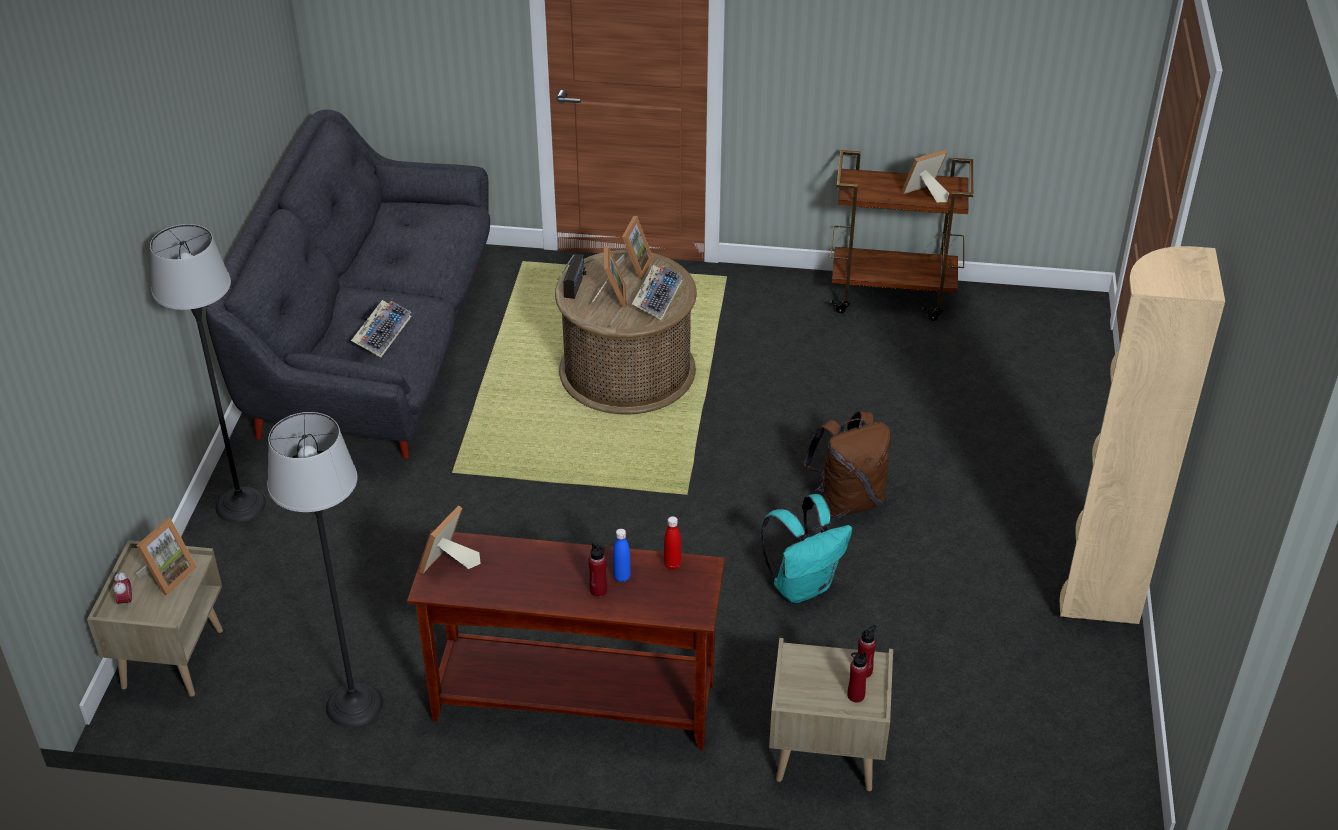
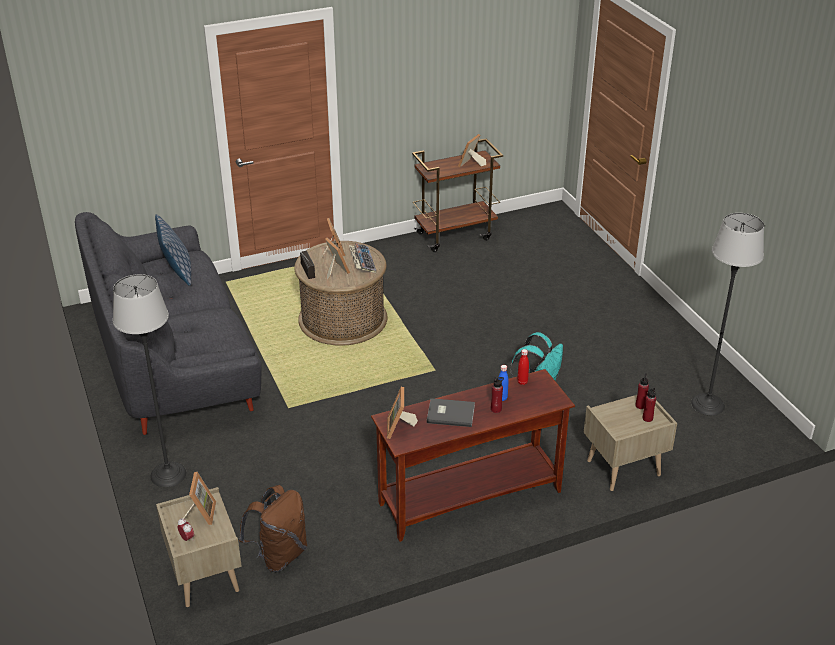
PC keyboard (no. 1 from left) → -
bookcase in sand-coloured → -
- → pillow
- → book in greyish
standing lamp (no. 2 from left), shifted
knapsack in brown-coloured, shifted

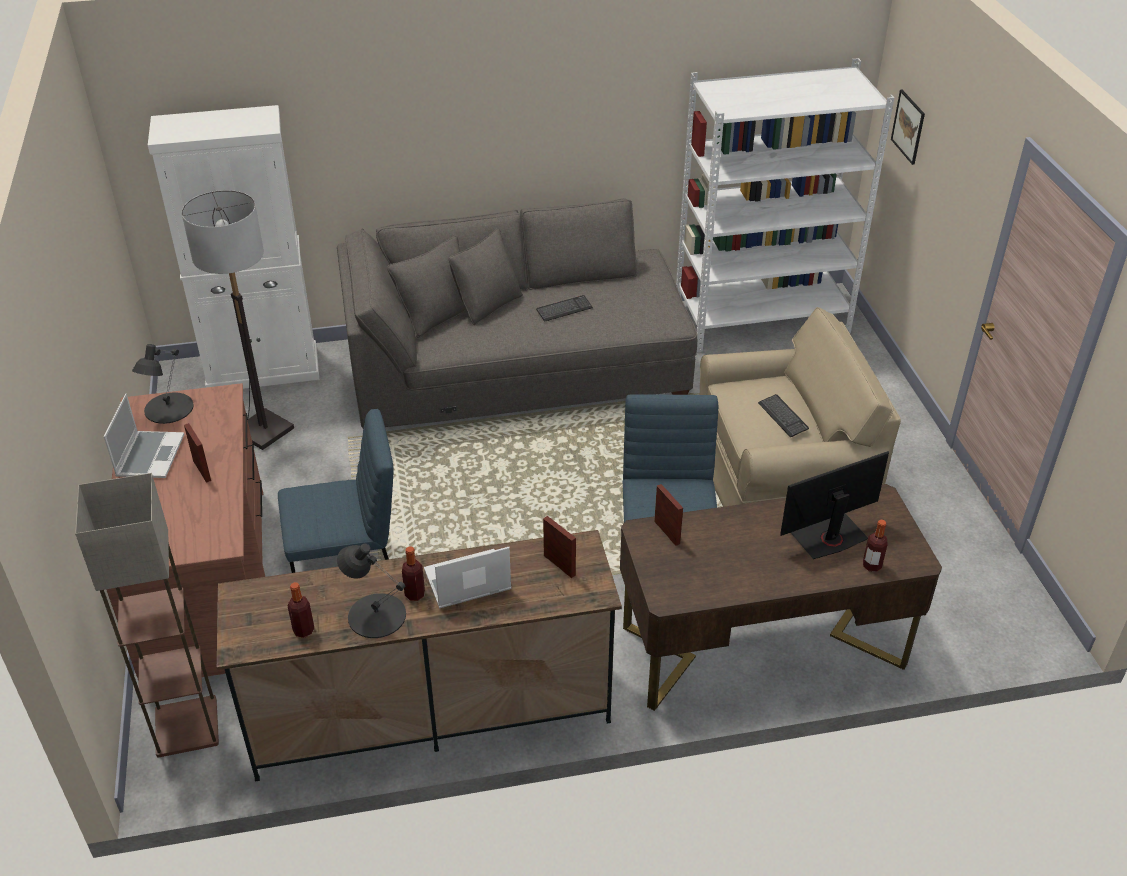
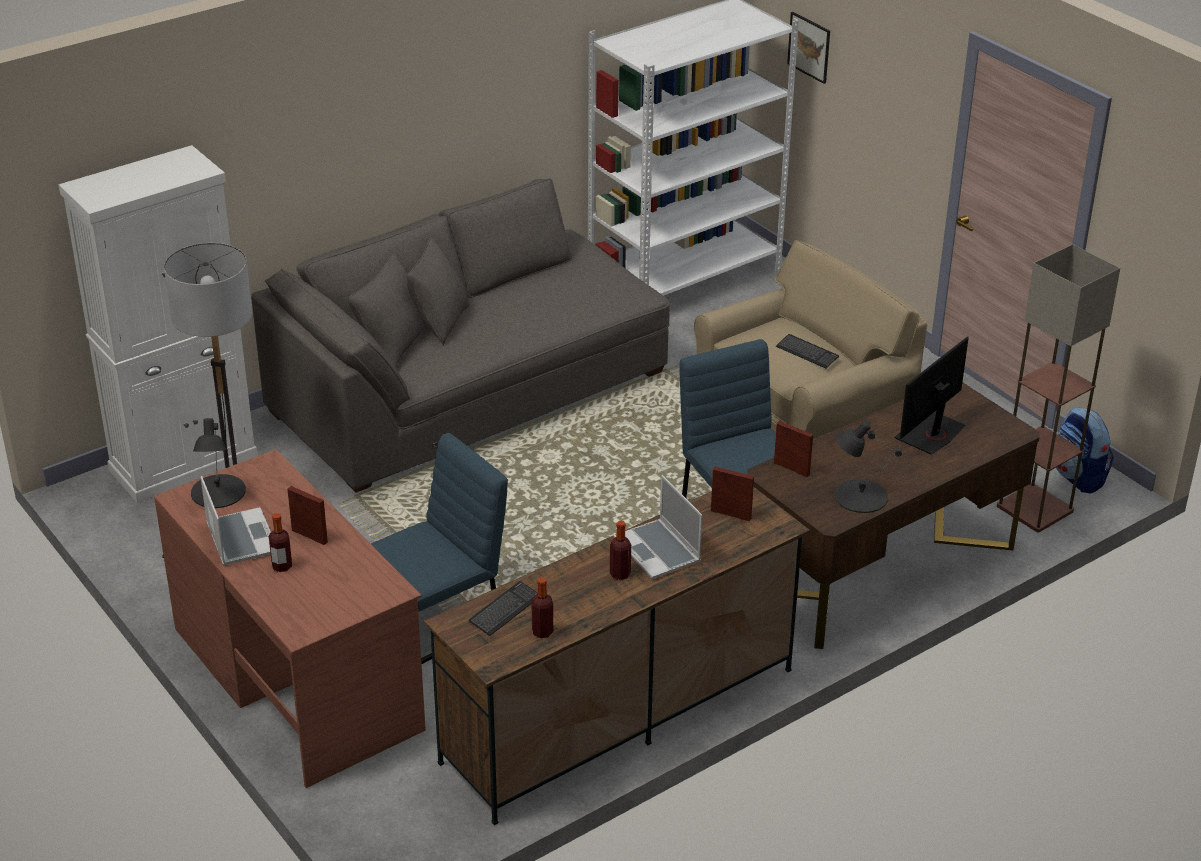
- → knapsack
standing lamp (no. 1 from left in the first image) → standing lamp (no. 2 from left), shifted
table lamp in black (no. 2 from left), shifted
PC keyboard (no. 1 from left), shifted
bottle (no. 3 from left in the first image) → bottle (no. 1 from left), shifted
notebook computer (no. 2 from left), 75 degrees counterclockwise

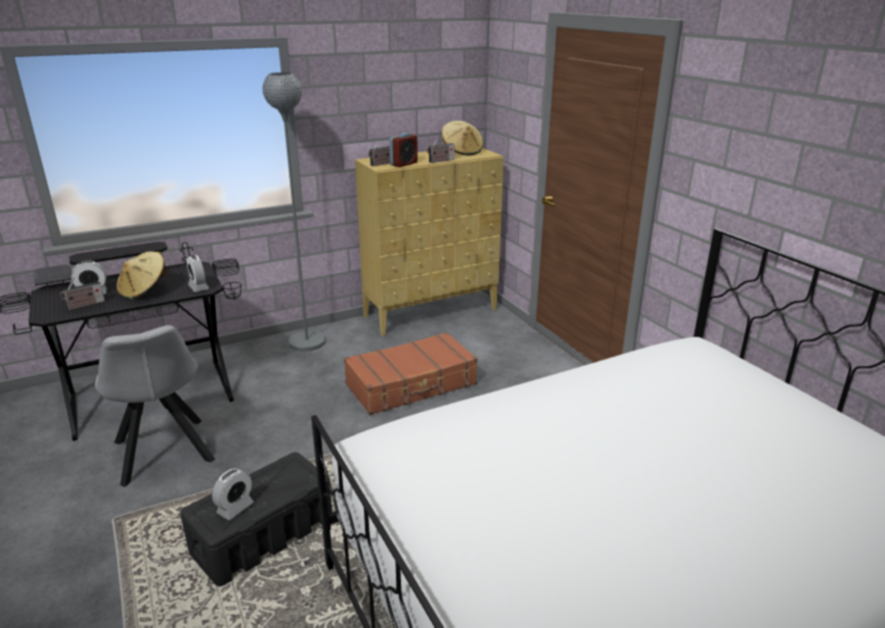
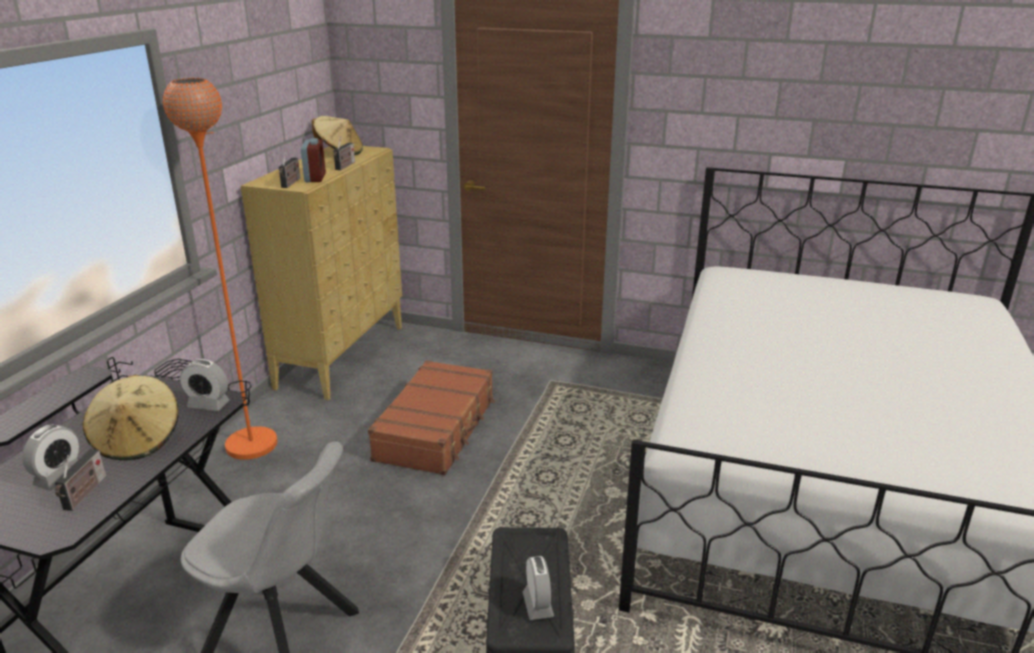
standing lamp in greyish → standing lamp in orangey

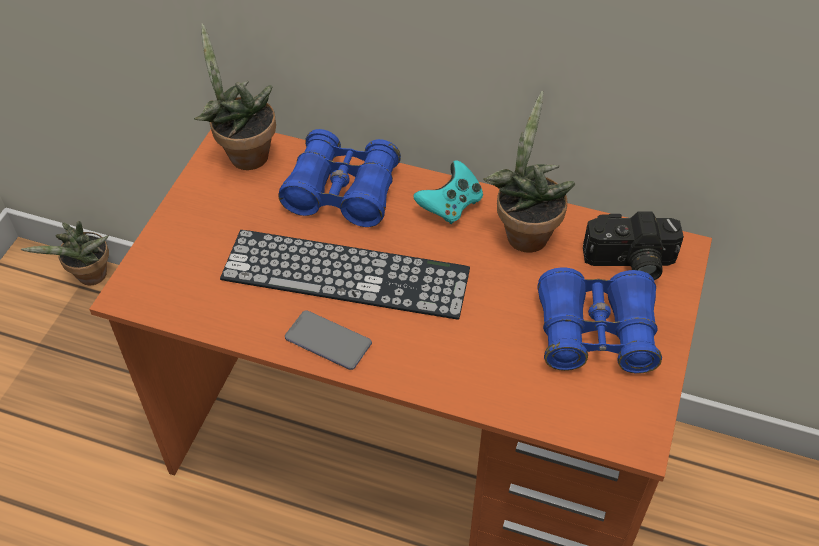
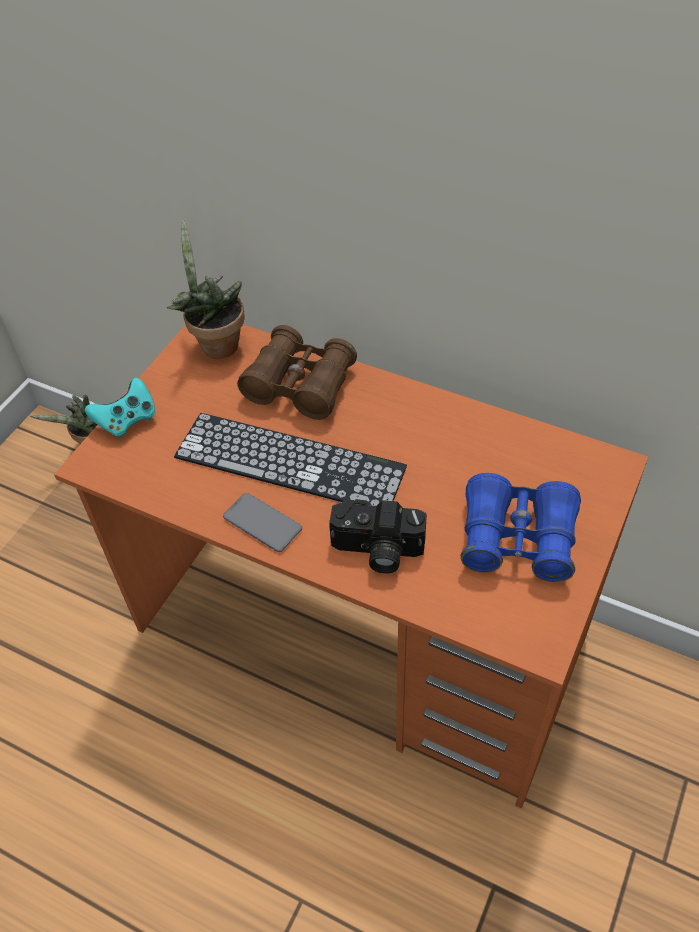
potted plant (no. 3 from left) → -
game controller in turquoise, shifted
photo camera, shifted
binoculars in blue-coloured (no. 1 from left) → binoculars in brown-coloured

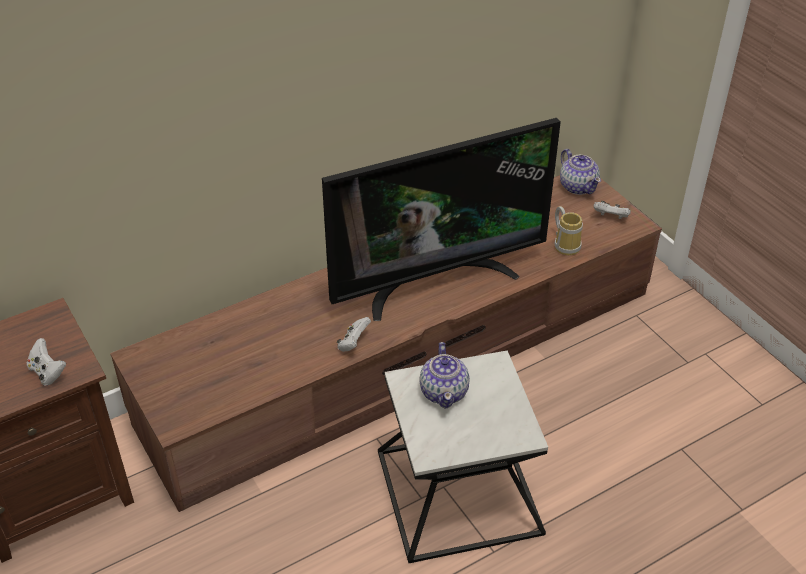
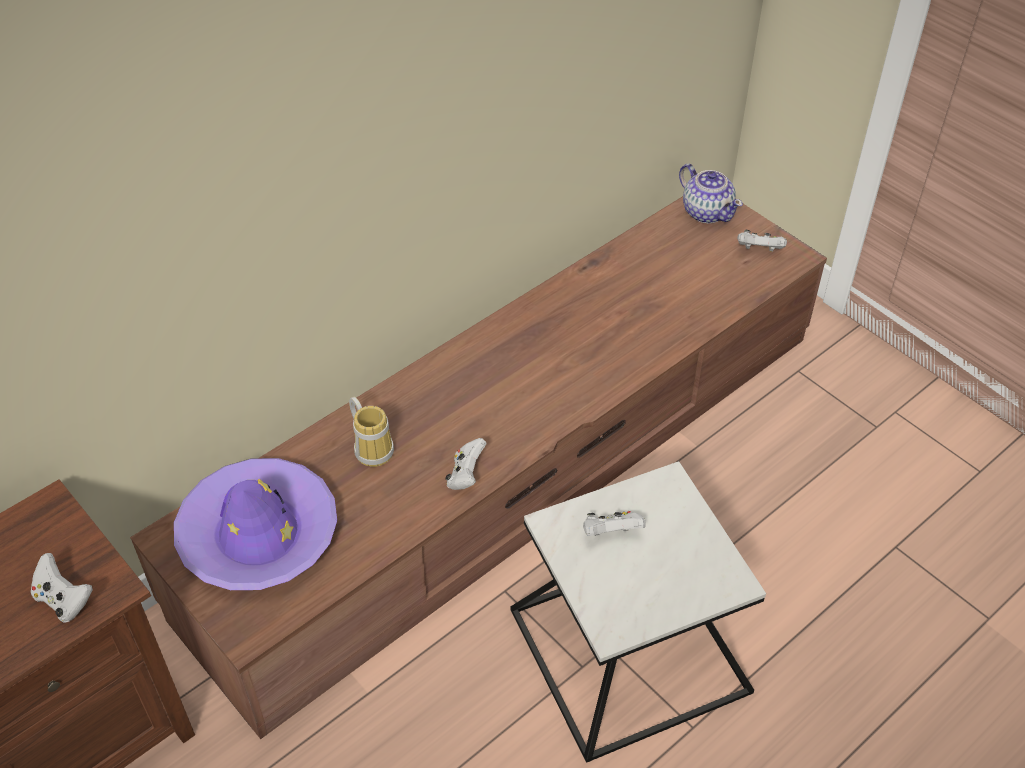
television → -
- → wearable hat in purplish
tea mug, shifted
teapot (no. 1 from left) → game controller in whitish (no. 3 from left)

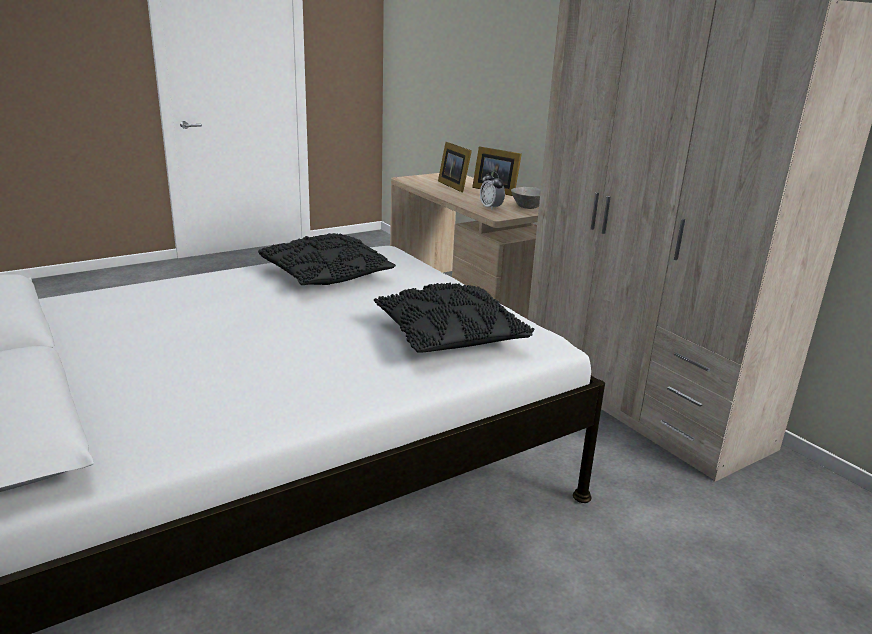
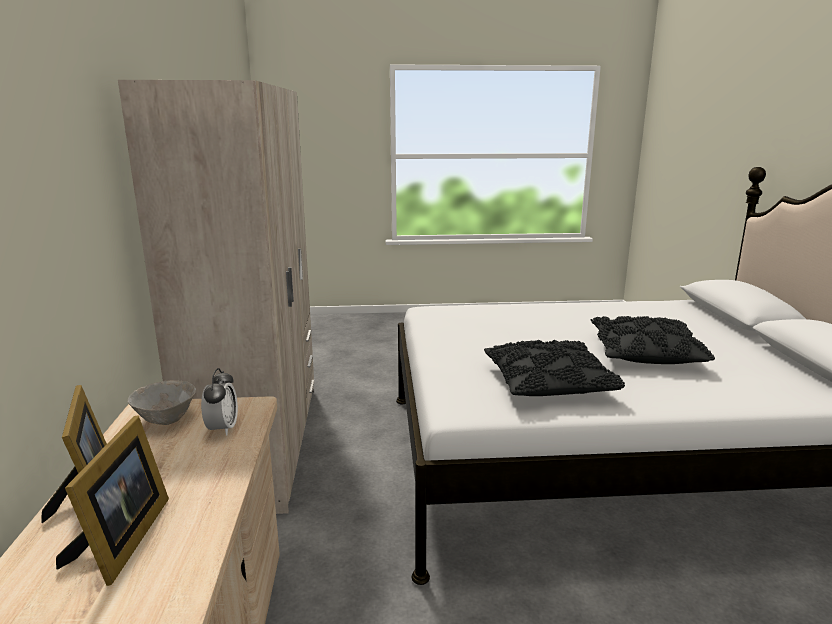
pillow in black (no. 2 from left), shifted

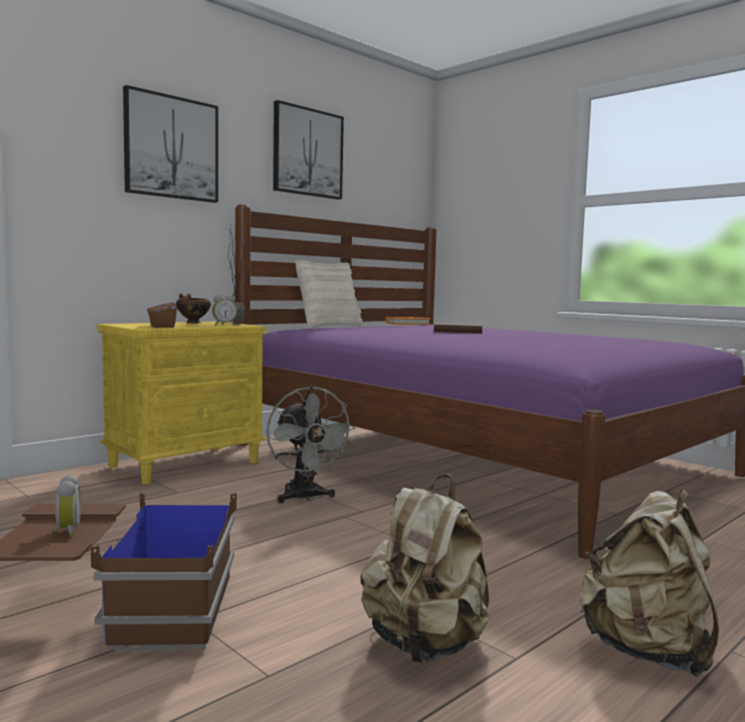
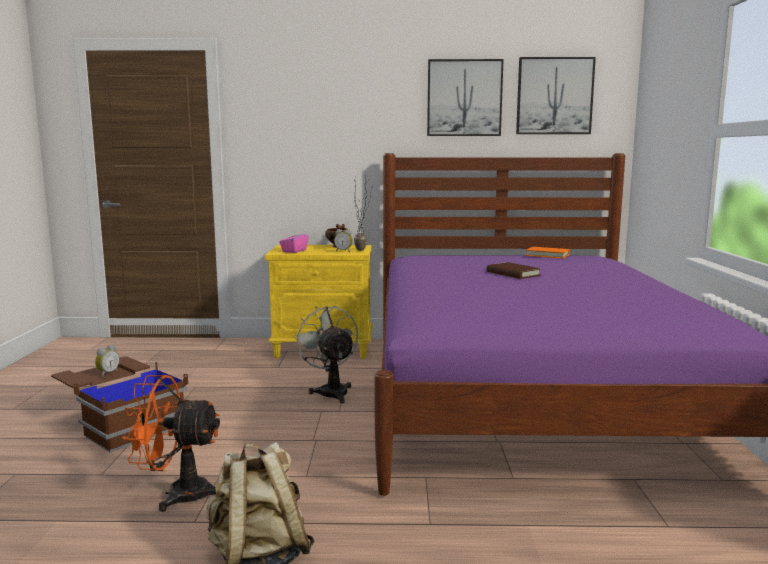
pillow in sand-coloured → -
wall picture (no. 1 from left in the first image) → wall picture (no. 2 from left), shifted
knapsack in sand-coloured (no. 1 from left) → fan in orangey
tissue box in brown-coloured → tissue box in pink
fan in greyish, 135 degrees clockwise

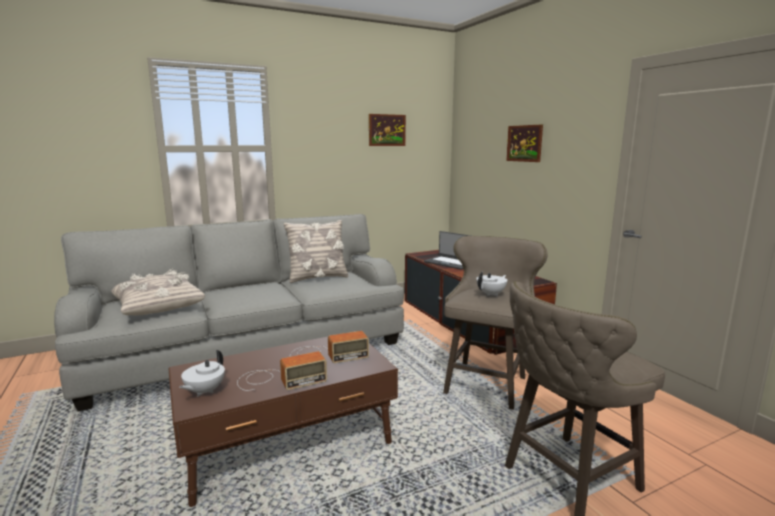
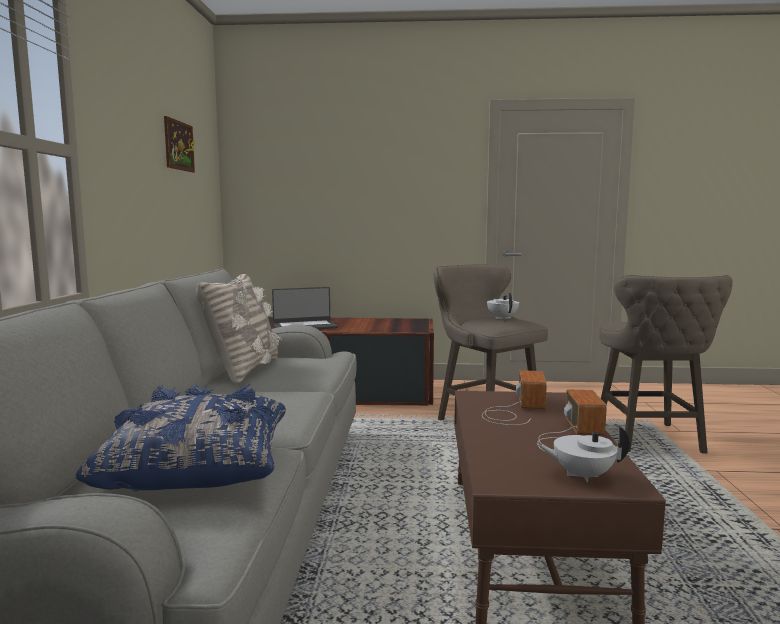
wall picture (no. 2 from left) → -
pillow in sand-coloured (no. 1 from left) → pillow in blue-coloured
teapot in whitish (no. 1 from left in the first image) → teapot in whitish (no. 2 from left), 135 degrees clockwise

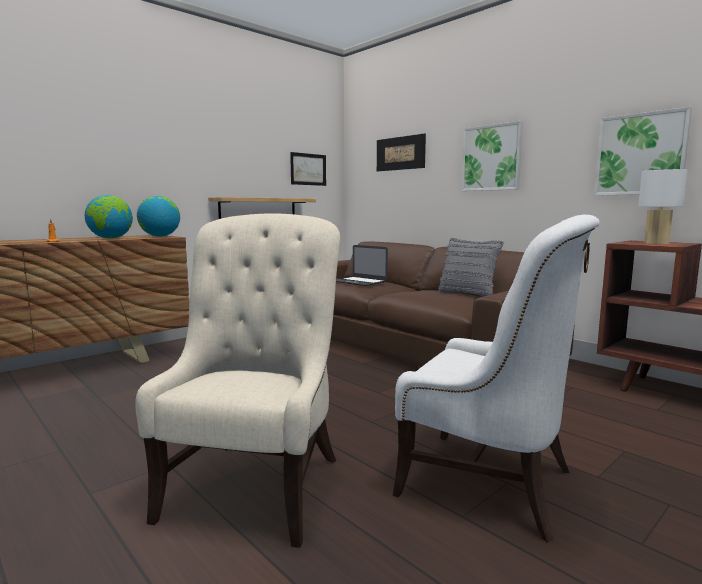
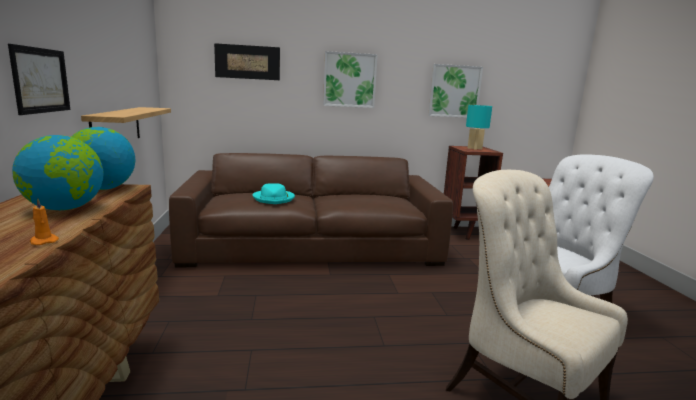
pillow in greyish → -
wall picture (no. 1 from left), shifted
notebook computer → wearable hat in turquoise
table lamp in whitish → table lamp in turquoise

